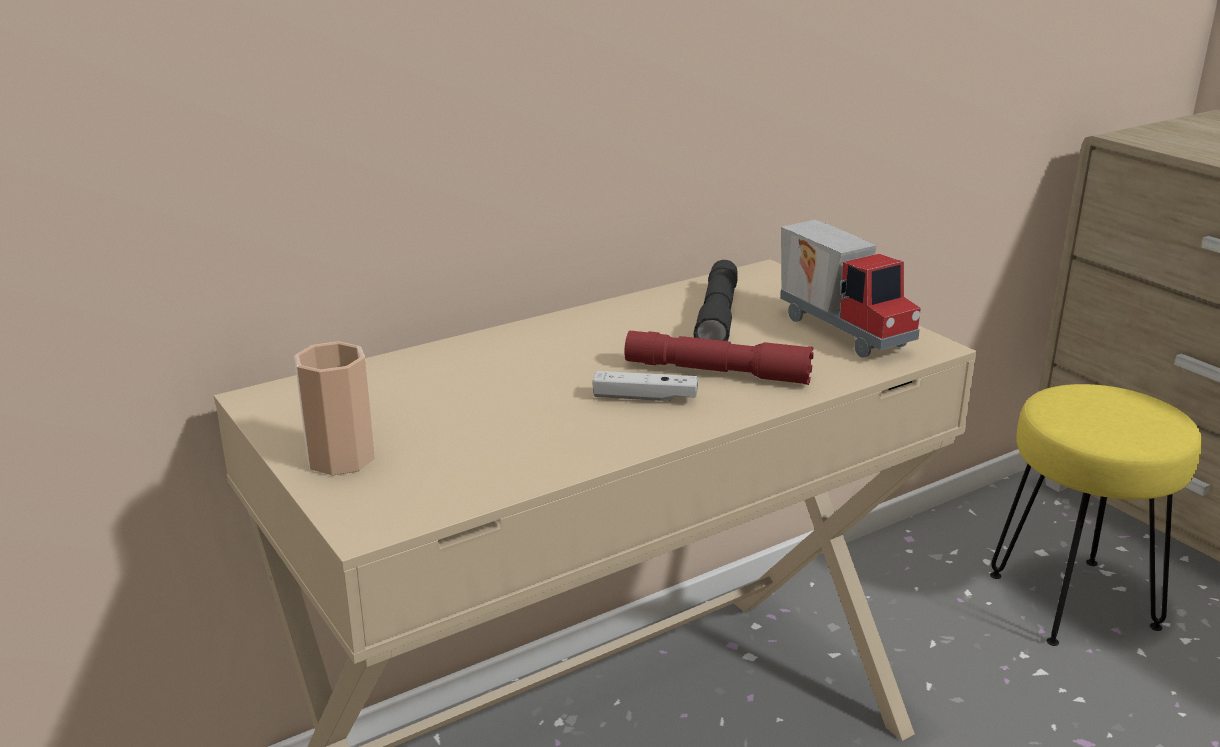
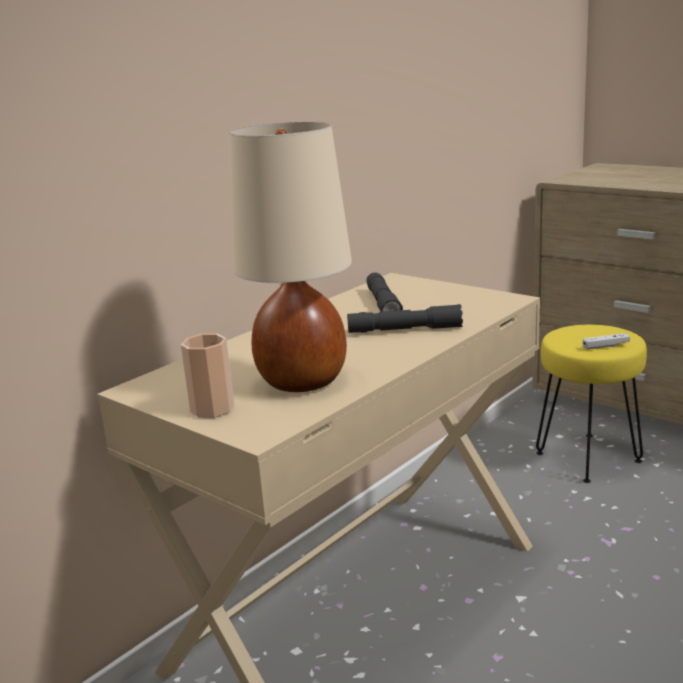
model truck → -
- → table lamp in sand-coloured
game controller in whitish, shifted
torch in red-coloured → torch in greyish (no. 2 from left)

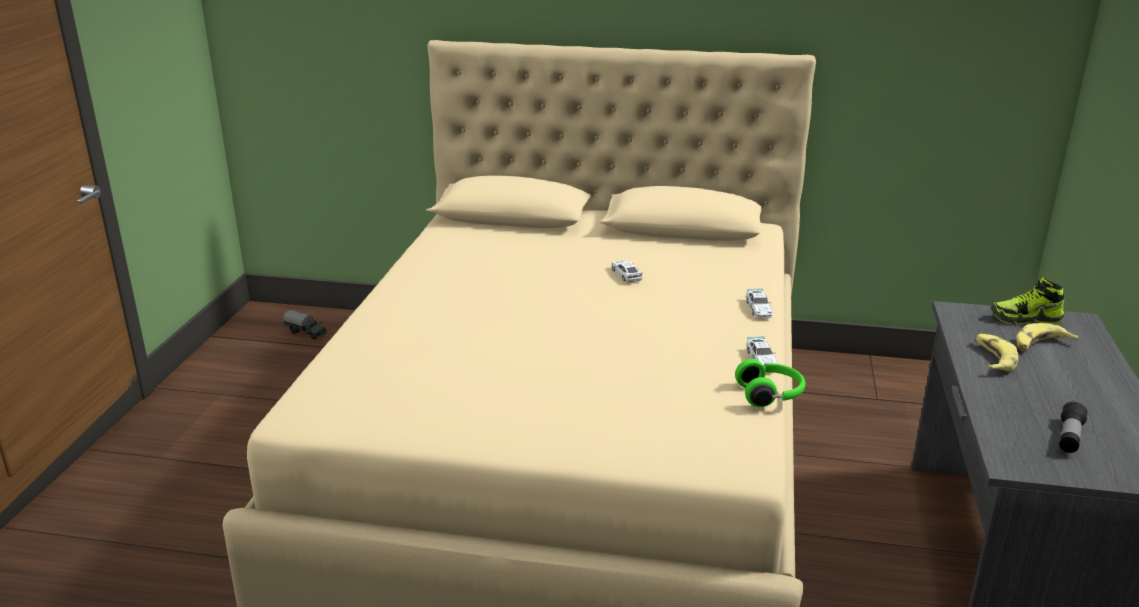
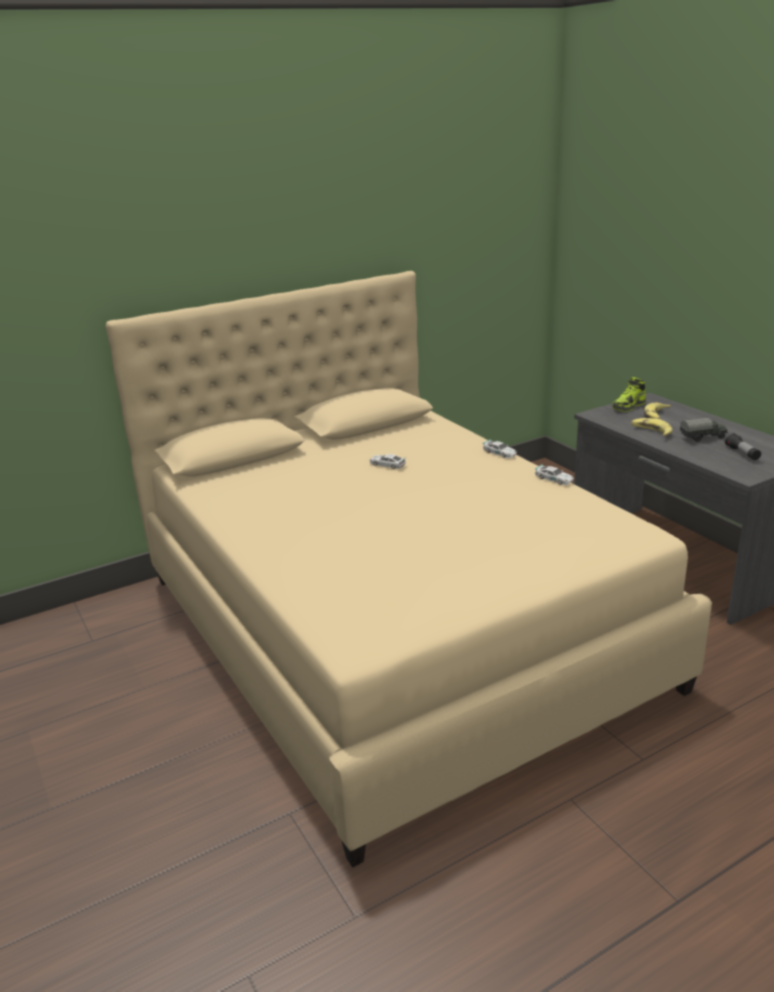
pair of headphones in green → -
model truck, shifted

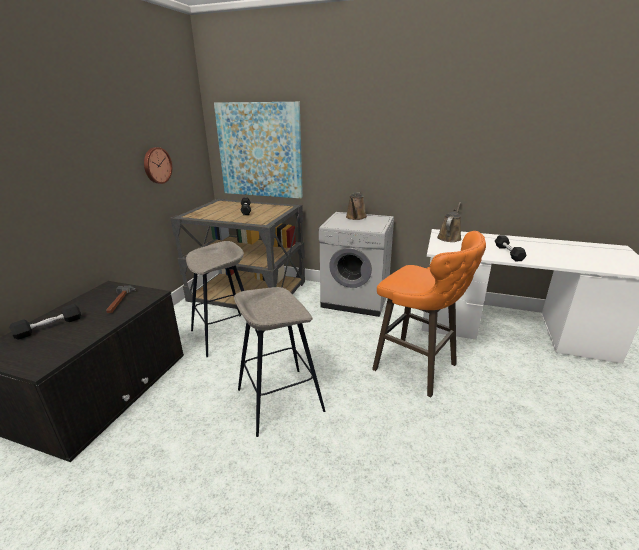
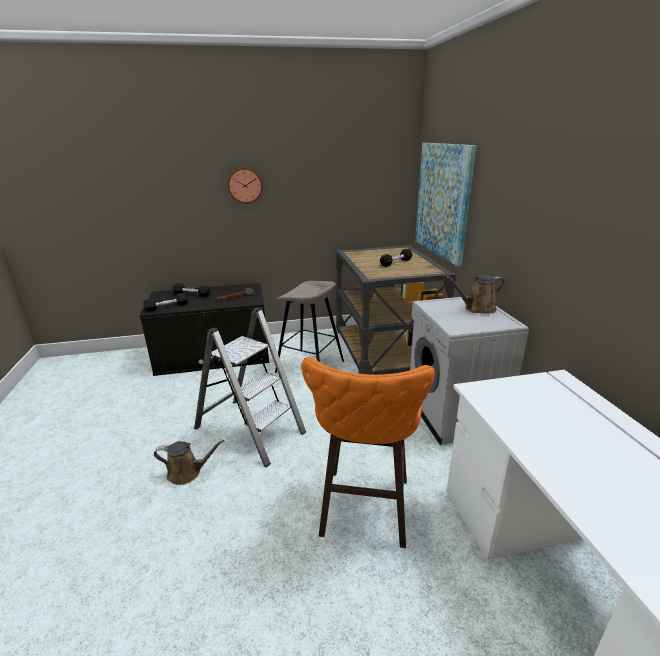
wall clock, shifted
sprinkling can in brown-coloured (no. 2 from left in the first image) → sprinkling can in brown-coloured (no. 1 from left), shifted
hand weight in black (no. 3 from left in the first image) → hand weight in black (no. 1 from left), shifted
sitting stool in greyish (no. 2 from left) → step stool in greyish

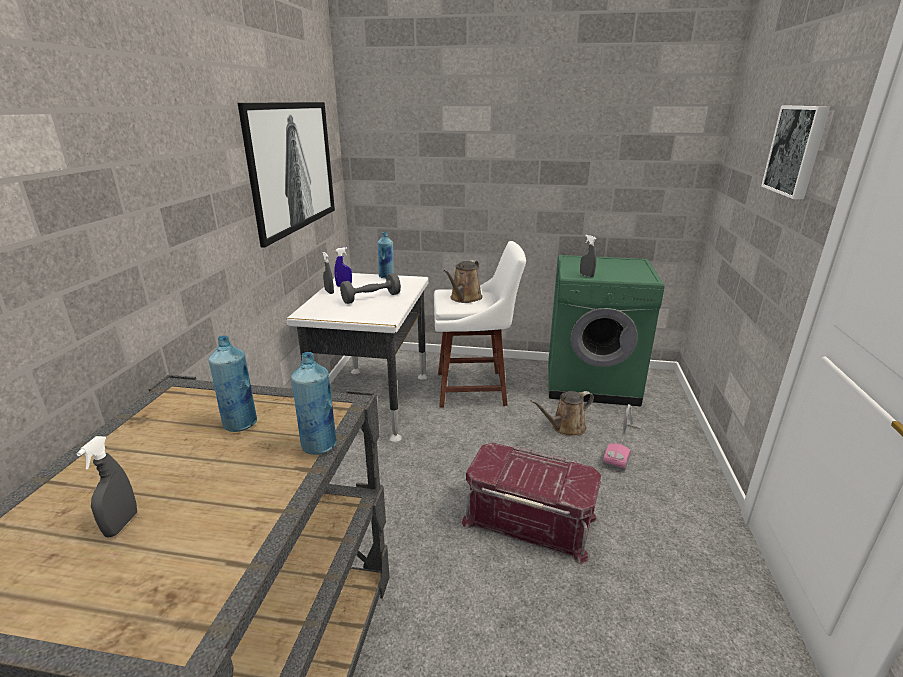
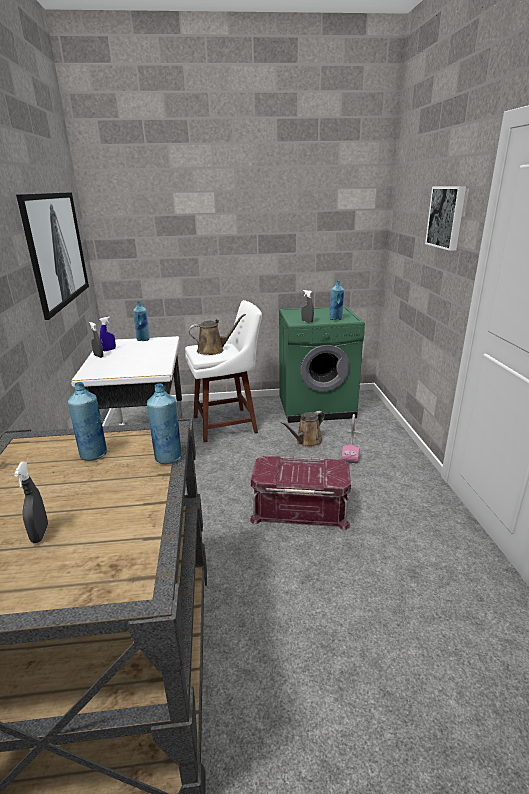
hand weight in greyish → -
- → bottle in blue-coloured (no. 4 from left)
sprinkling can in brown-coloured (no. 1 from left), 120 degrees counterclockwise

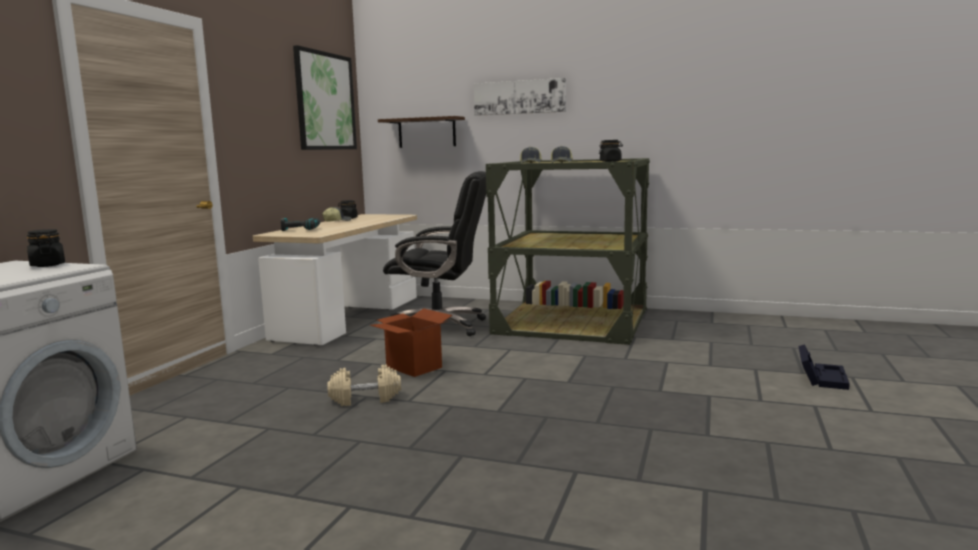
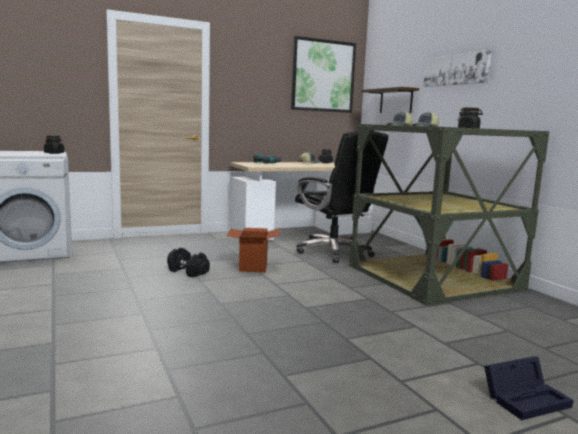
hand weight in sand-coloured → hand weight in black

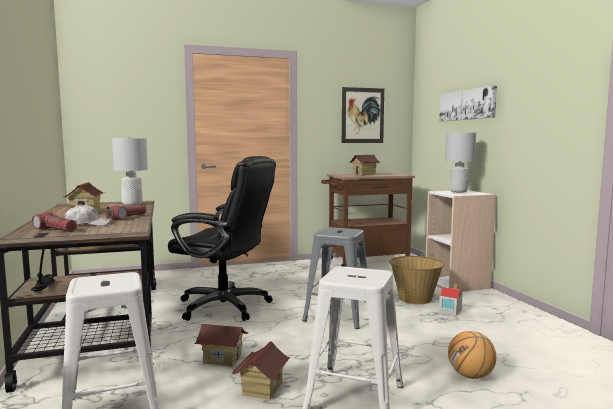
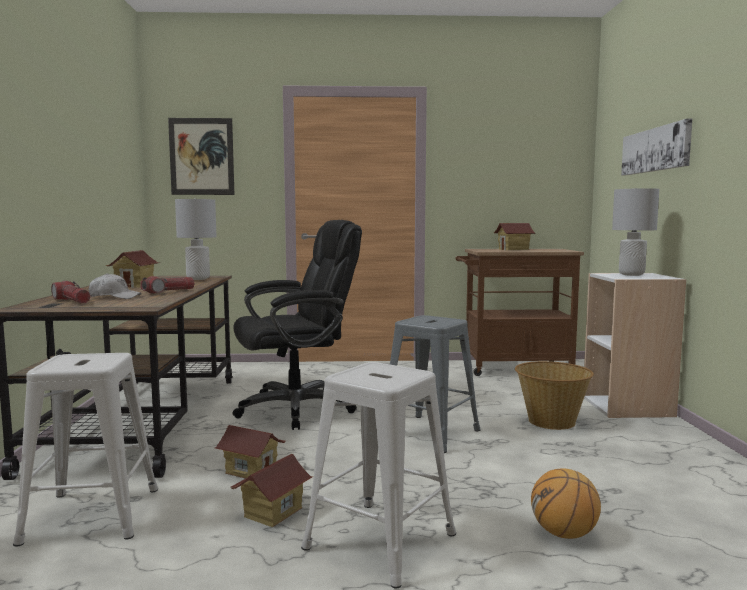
miniature house (no. 5 from left) → -
wall picture (no. 1 from left), shifted
computer chair in black, 60 degrees counterclockwise

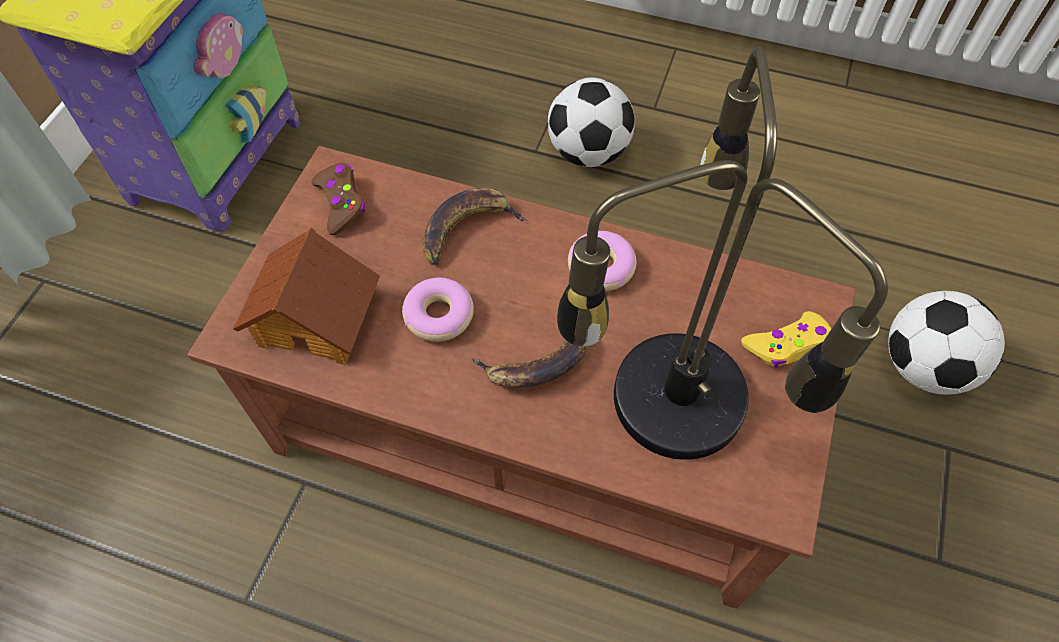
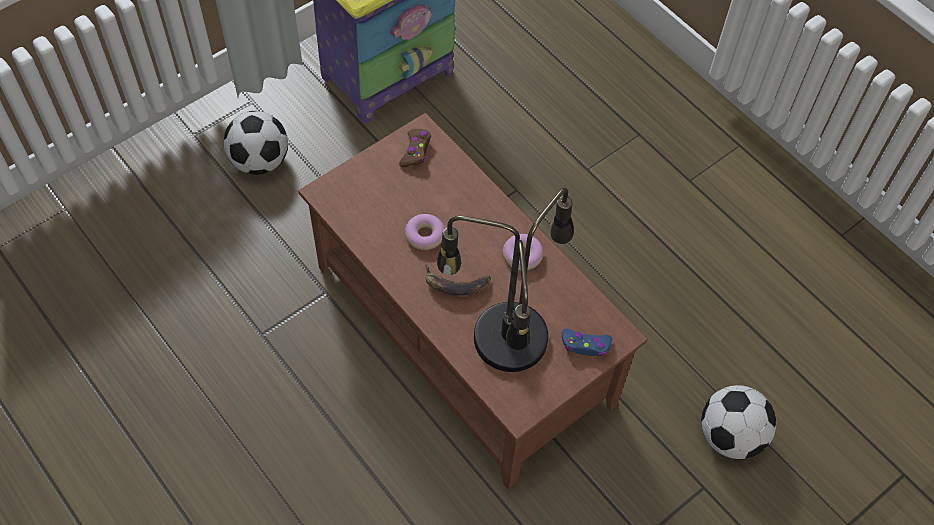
miniature house → -
whole banana (no. 1 from left) → -
ball for football (no. 1 from left), shifted
game controller in yellow → game controller in blue-coloured

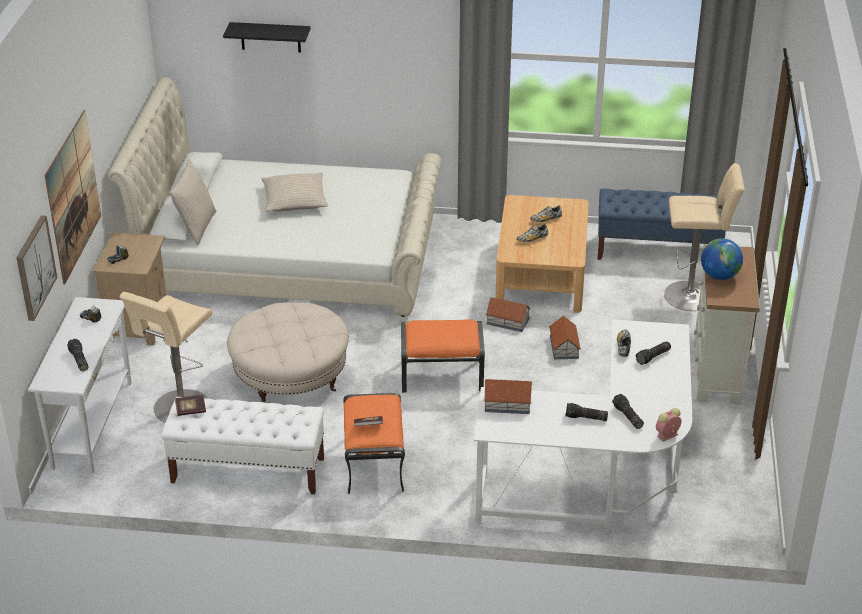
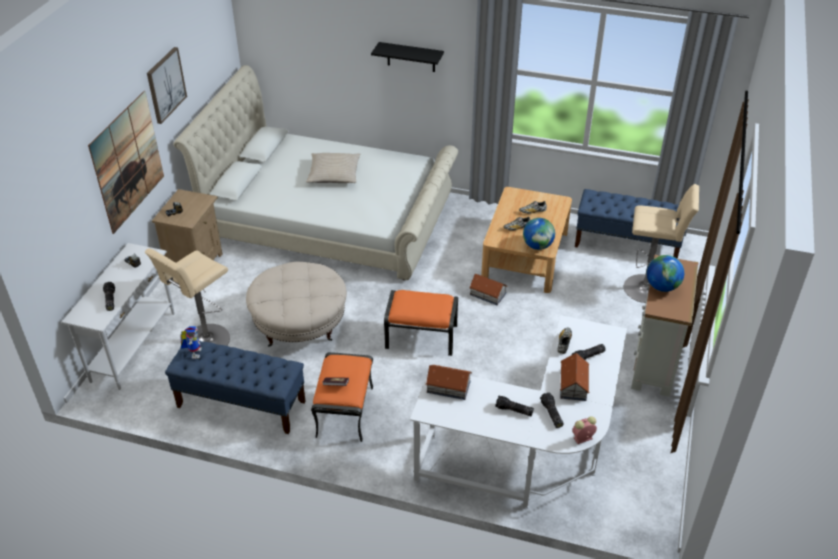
pillow in sand-coloured (no. 1 from left) → -
- → desk globe (no. 1 from left)
wall picture (no. 1 from left in the first image) → wall picture (no. 2 from left), shifted
bracket shelf in black, shifted
miniature house (no. 3 from left), shifted
book (no. 1 from left) → robot figure
bench in whitish → bench in blue-coloured (no. 1 from left)

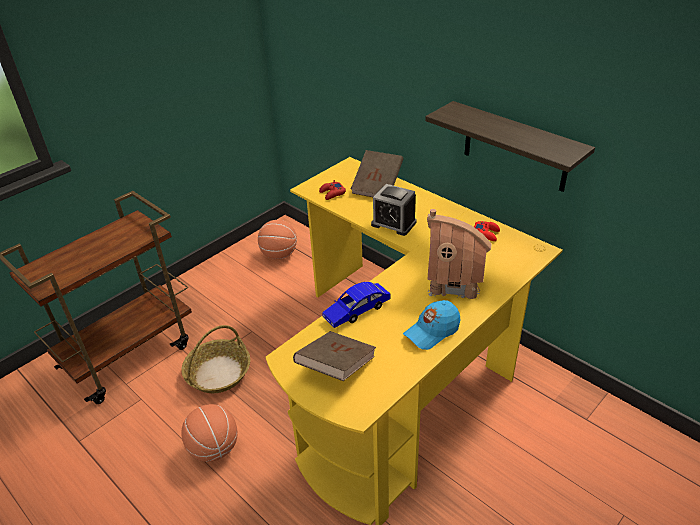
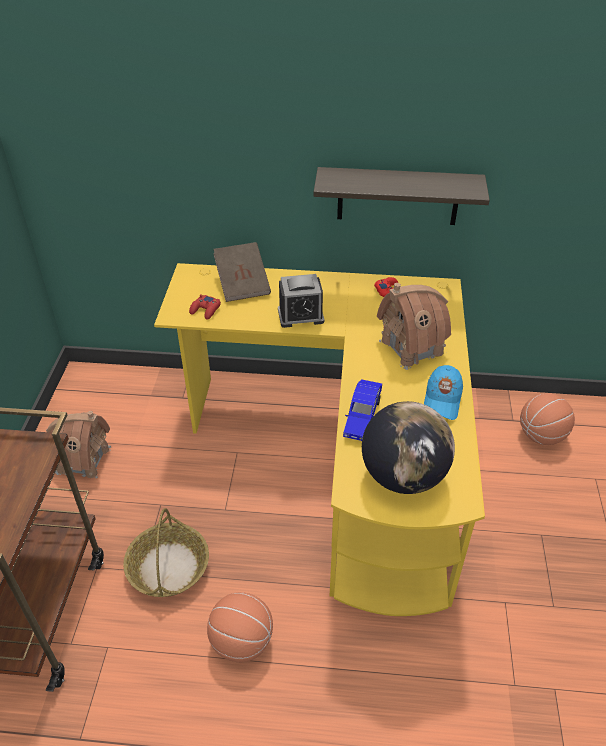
- → miniature house (no. 1 from left)
basketball ball (no. 2 from left), shifted
book in brown-coloured (no. 1 from left) → desk globe

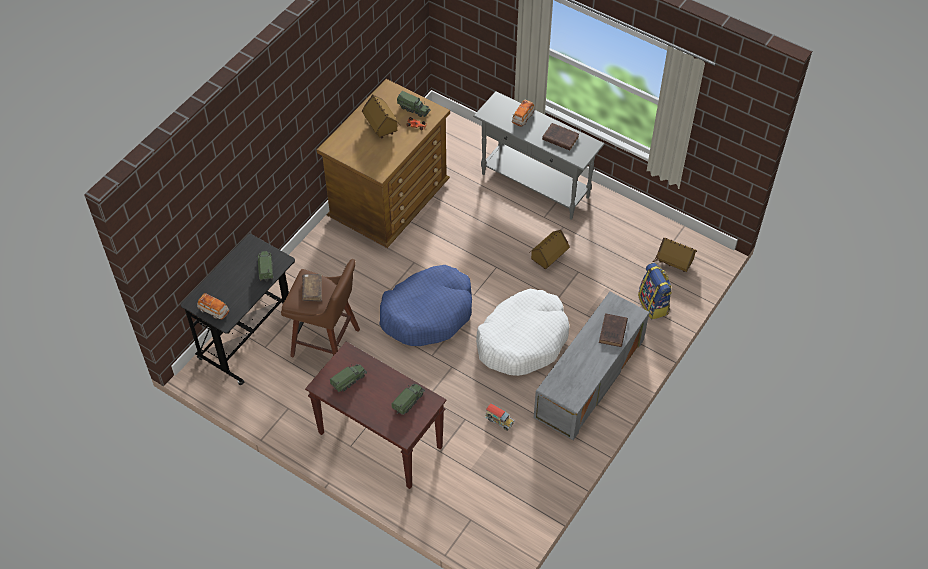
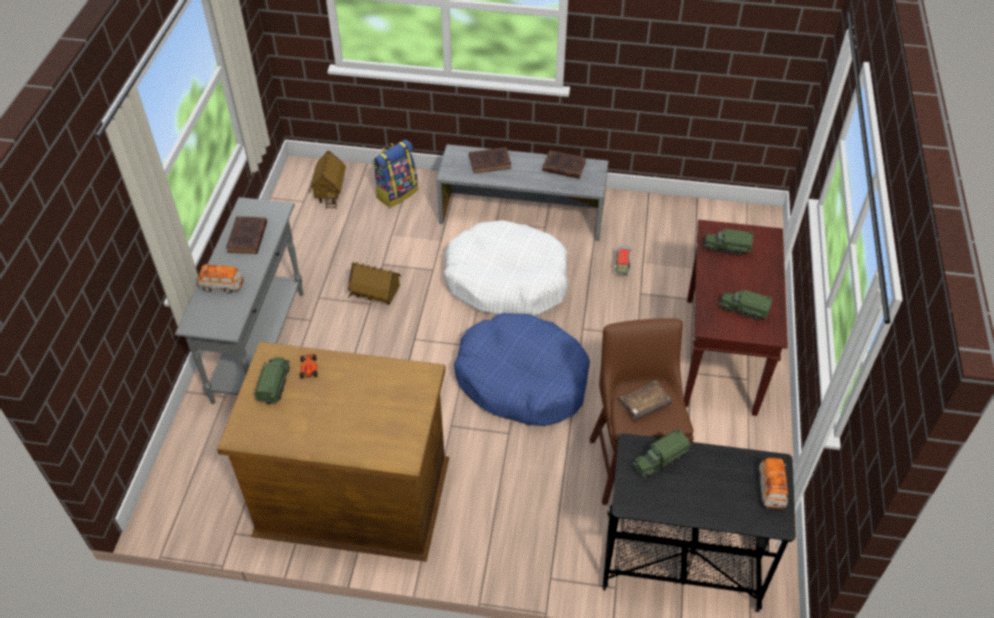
miniature house (no. 1 from left) → -
- → book in brown-coloured (no. 3 from left)

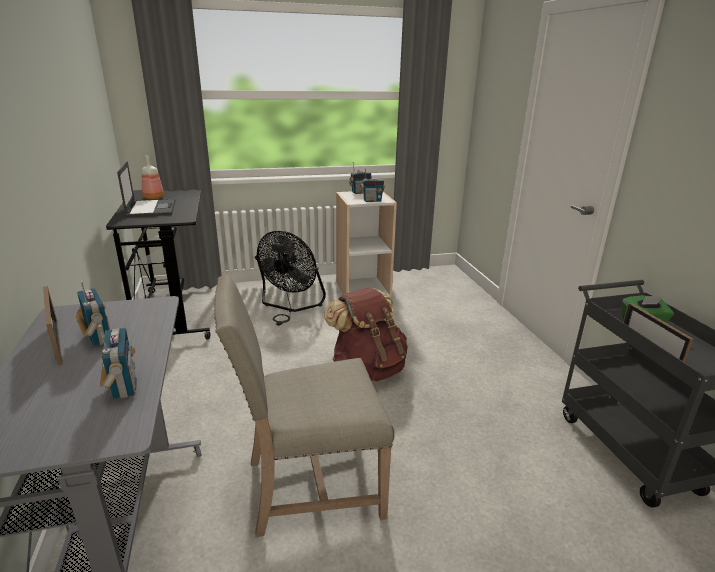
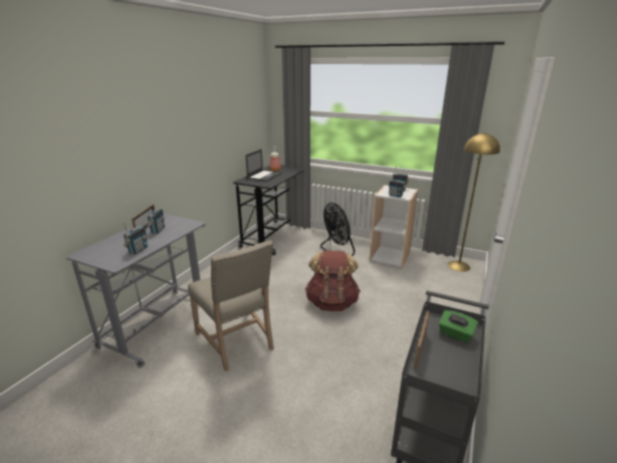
- → standing lamp in yellow
upright chair in sand-coloured, 150 degrees counterclockwise

